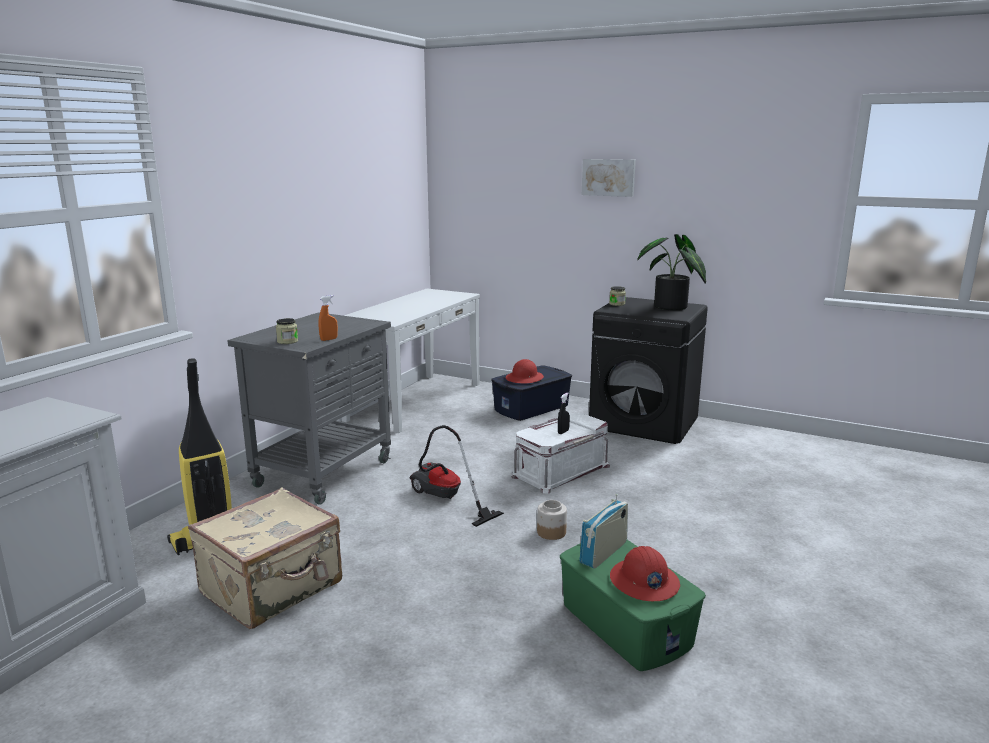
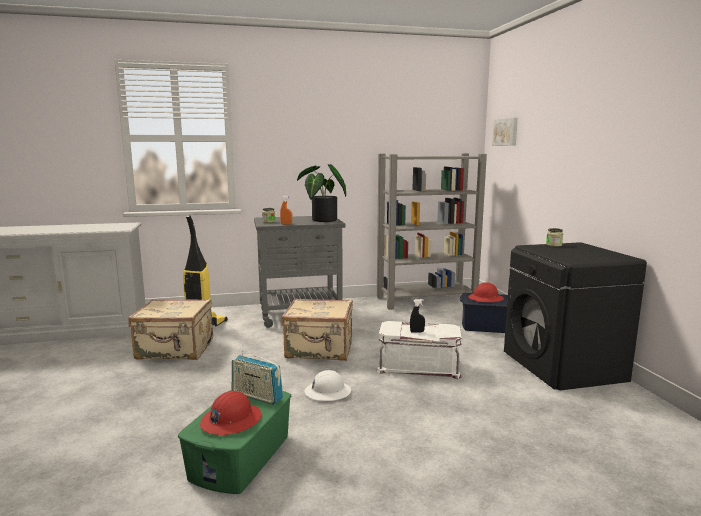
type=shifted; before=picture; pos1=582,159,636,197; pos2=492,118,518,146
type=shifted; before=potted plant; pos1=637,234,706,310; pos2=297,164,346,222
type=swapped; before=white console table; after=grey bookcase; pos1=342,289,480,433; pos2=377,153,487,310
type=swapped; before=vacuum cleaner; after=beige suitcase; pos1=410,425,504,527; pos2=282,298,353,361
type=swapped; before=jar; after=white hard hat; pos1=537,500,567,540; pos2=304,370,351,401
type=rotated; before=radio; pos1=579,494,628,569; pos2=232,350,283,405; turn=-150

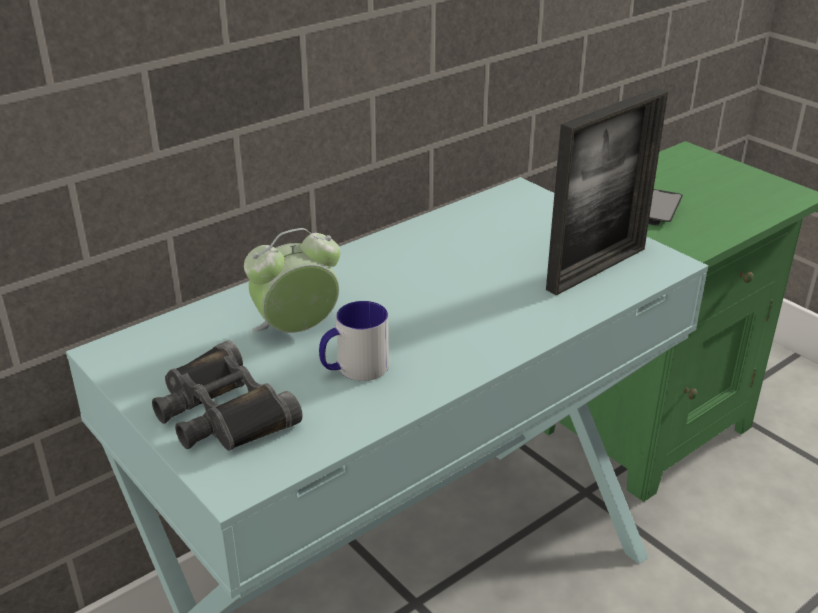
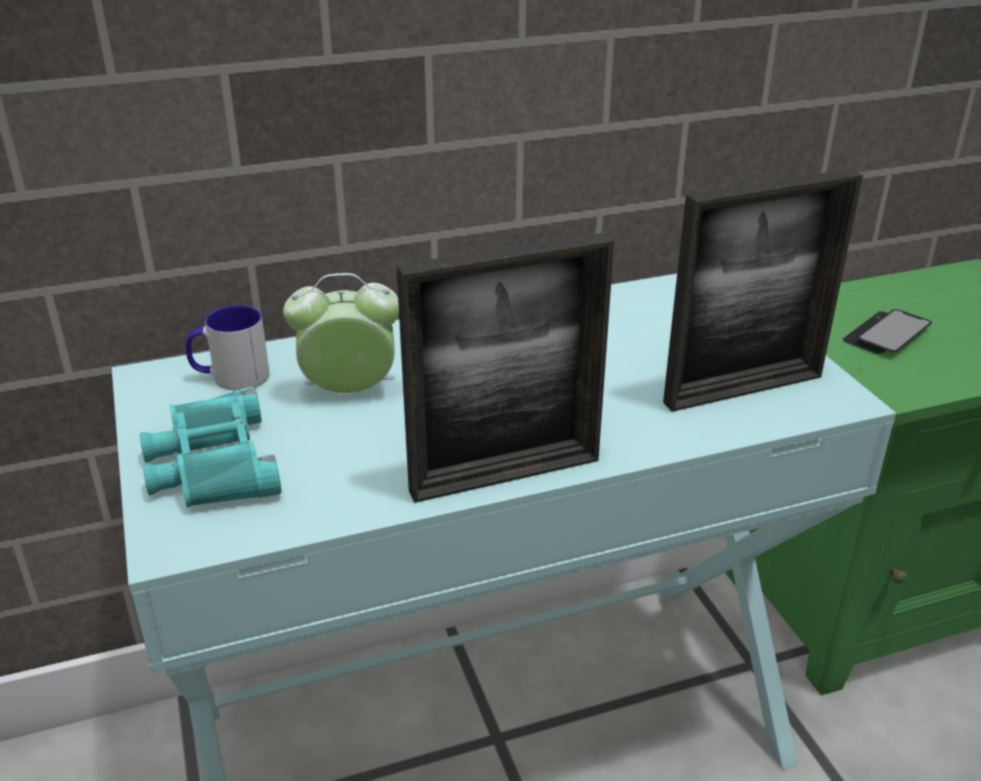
type=new; after=picture frame; pos2=396,232,614,503
type=shifted; before=mug; pos1=319,301,389,381; pos2=186,305,270,390
type=repainted; before=black binoculars; after=turquoise binoculars; pos1=152,341,303,451; pos2=140,387,282,507

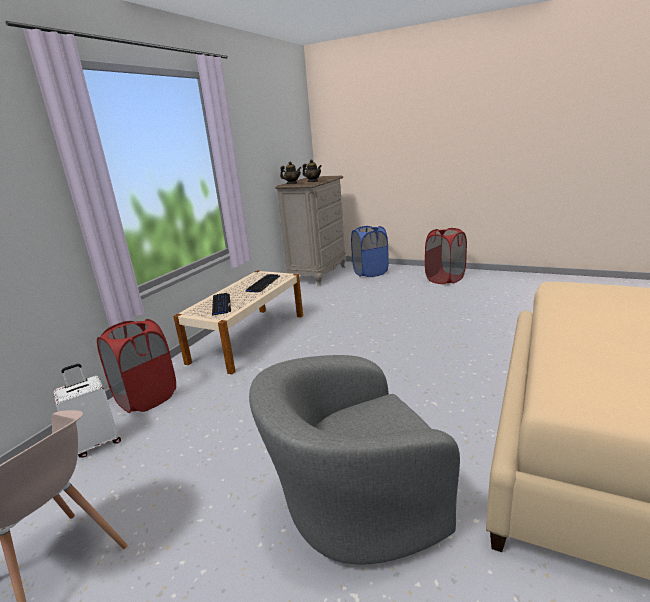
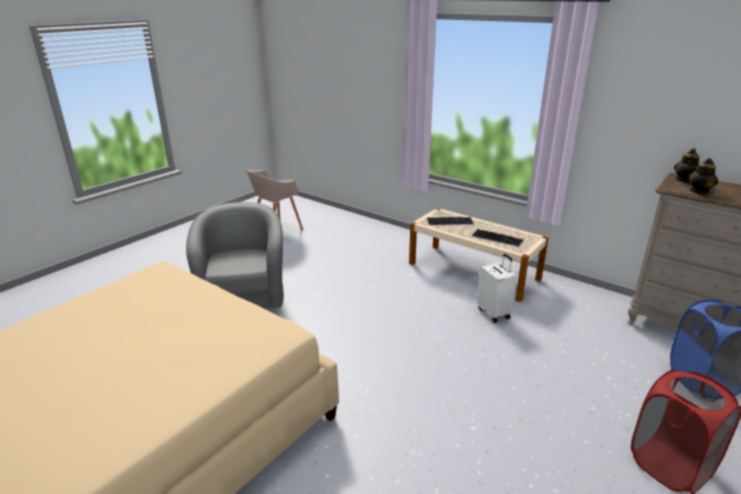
type=gone; before=red laundry basket; pos1=97,319,176,413
type=shifted; before=white suitcase; pos1=53,364,121,458; pos2=477,254,517,323

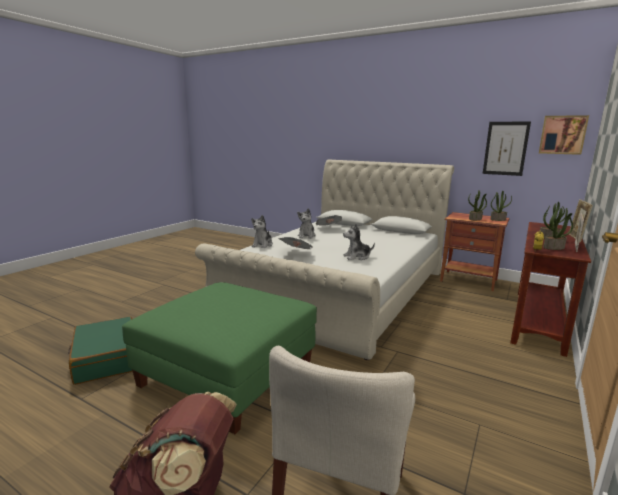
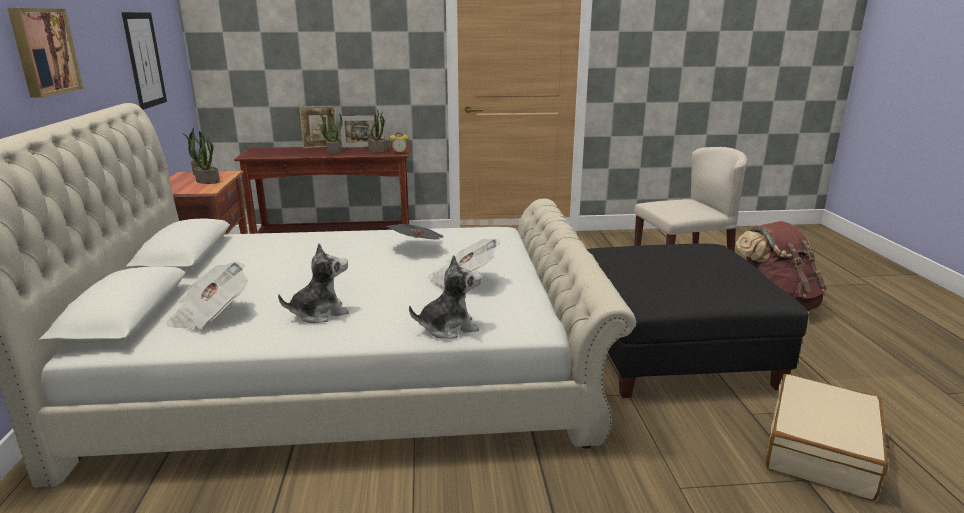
type=shifted; before=picture; pos1=539,115,589,155; pos2=8,8,83,98
type=swapped; before=plush toy; after=newspaper; pos1=343,224,375,260; pos2=385,224,443,240
type=repainted; before=green suitcase; after=beige suitcase; pos1=68,317,133,385; pos2=766,374,890,501
type=repainted; before=green ottoman; after=black ottoman; pos1=122,282,317,434; pos2=587,243,809,398

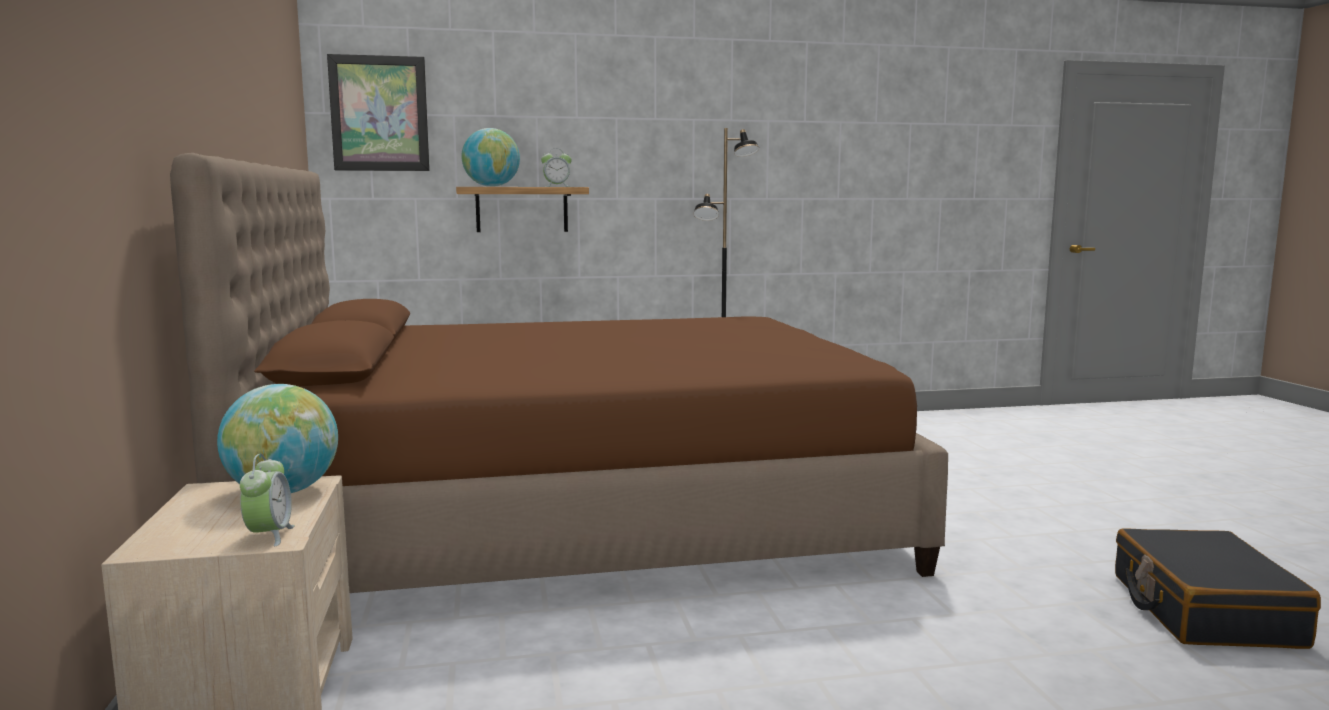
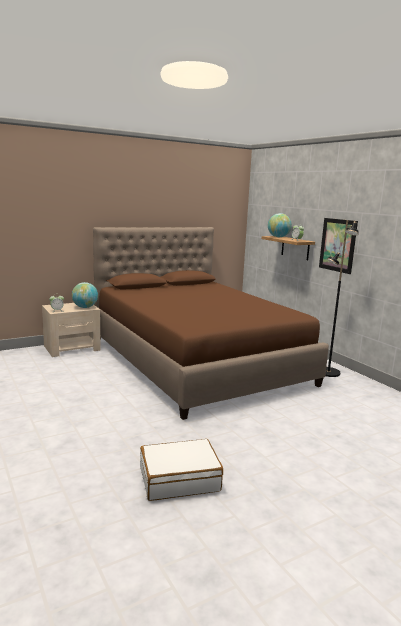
type=shifted; before=picture; pos1=327,54,430,171; pos2=319,218,358,274
type=repainted; before=black suitcase; after=white suitcase; pos1=1115,528,1321,649; pos2=140,439,223,501

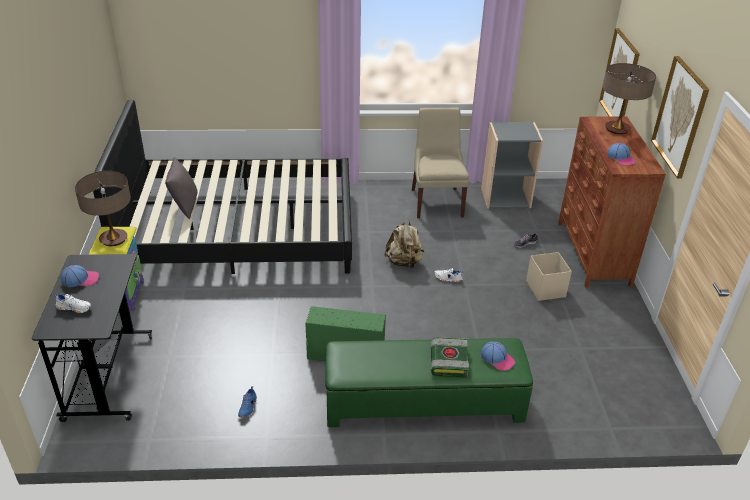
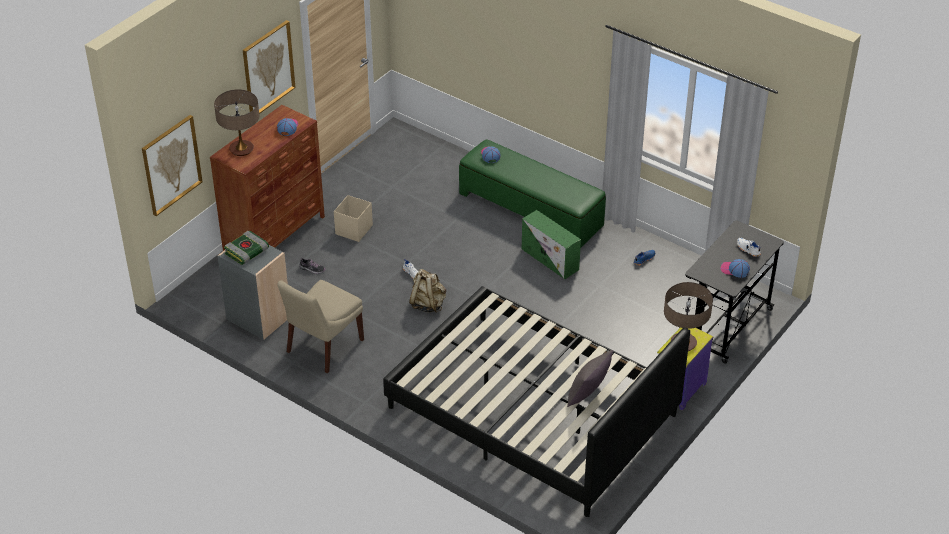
type=shifted; before=book; pos1=431,337,469,378; pos2=224,231,269,265

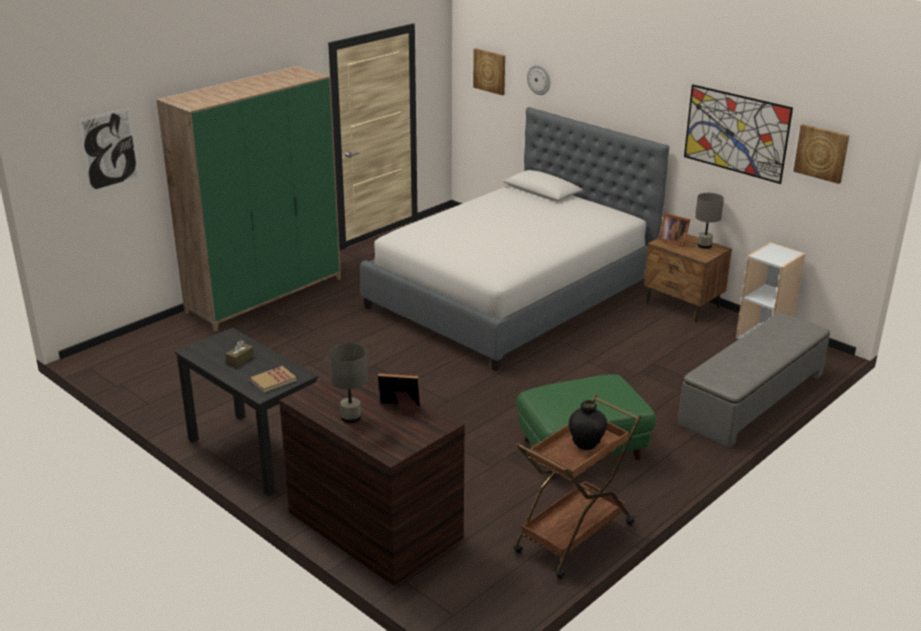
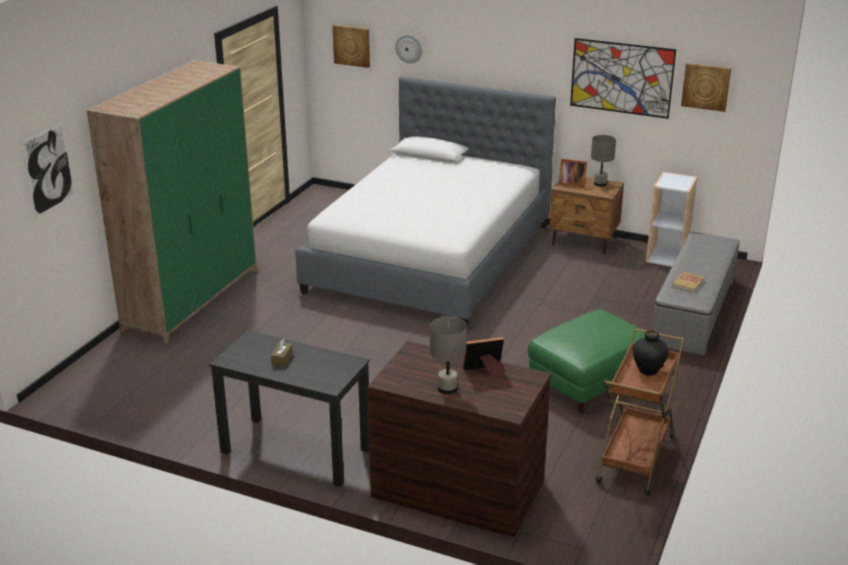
type=shifted; before=book; pos1=250,366,297,393; pos2=672,272,704,292

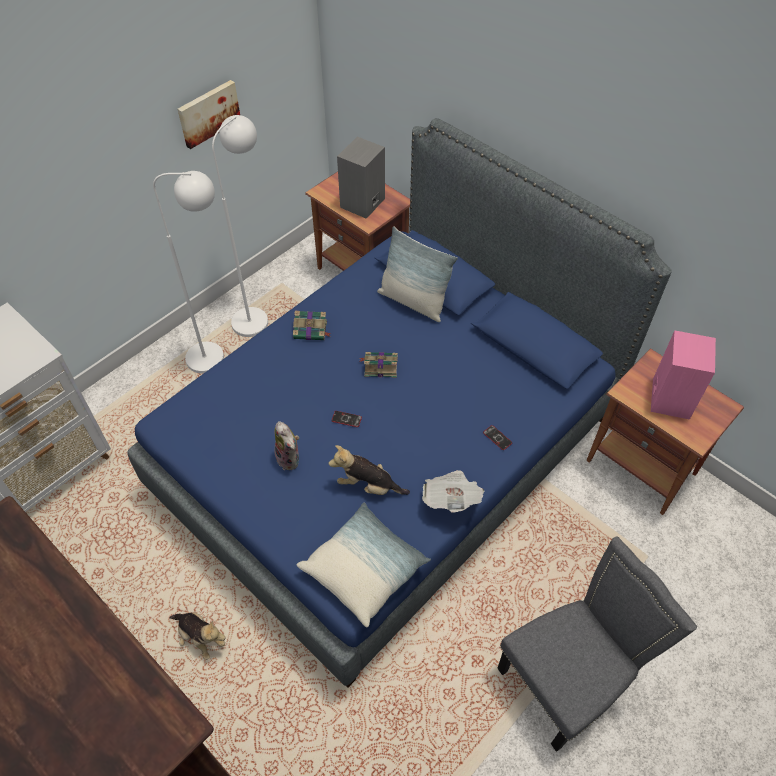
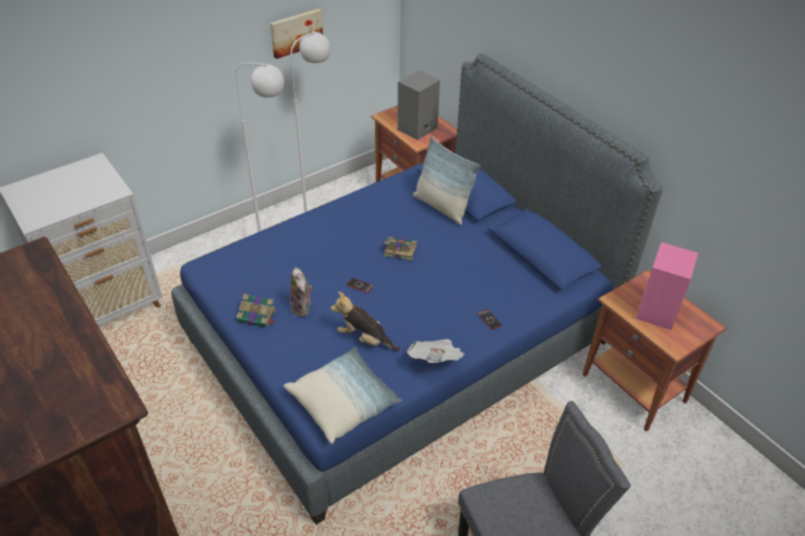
type=gone; before=plush toy; pos1=169,613,226,660
type=shifted; before=book; pos1=293,311,331,340; pos2=237,294,276,327

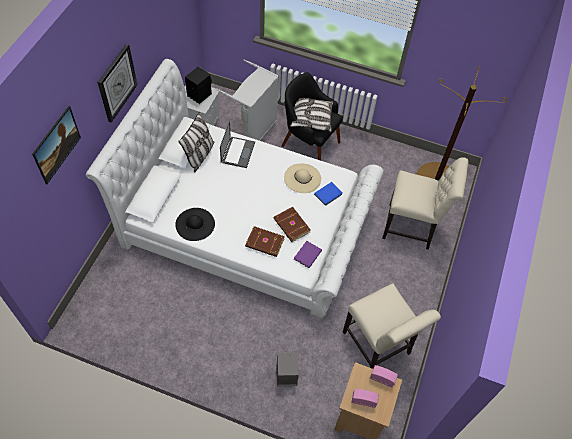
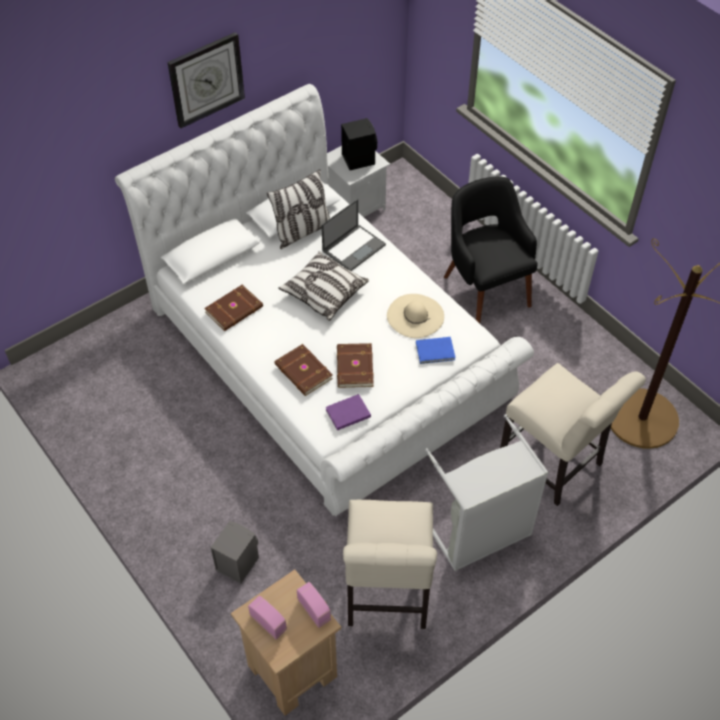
type=gone; before=picture; pos1=32,106,81,184
type=shifted; before=grey laundry basket; pos1=216,59,279,141; pos2=425,414,549,571
type=shifted; before=pillow; pos1=290,98,333,132; pos2=278,251,369,321
type=swapped; before=black hat; after=brown book; pos1=175,208,215,241; pos2=204,285,263,331

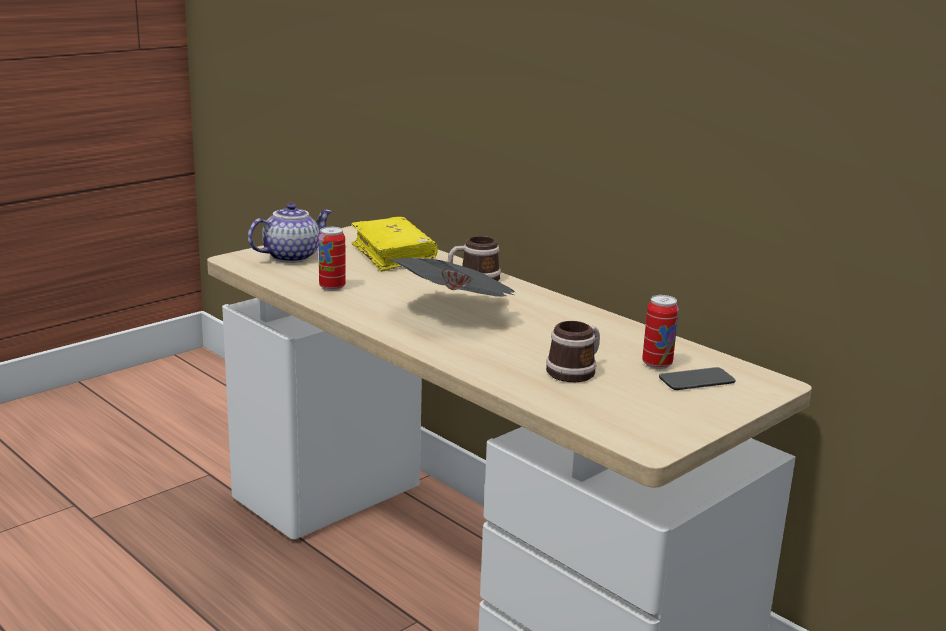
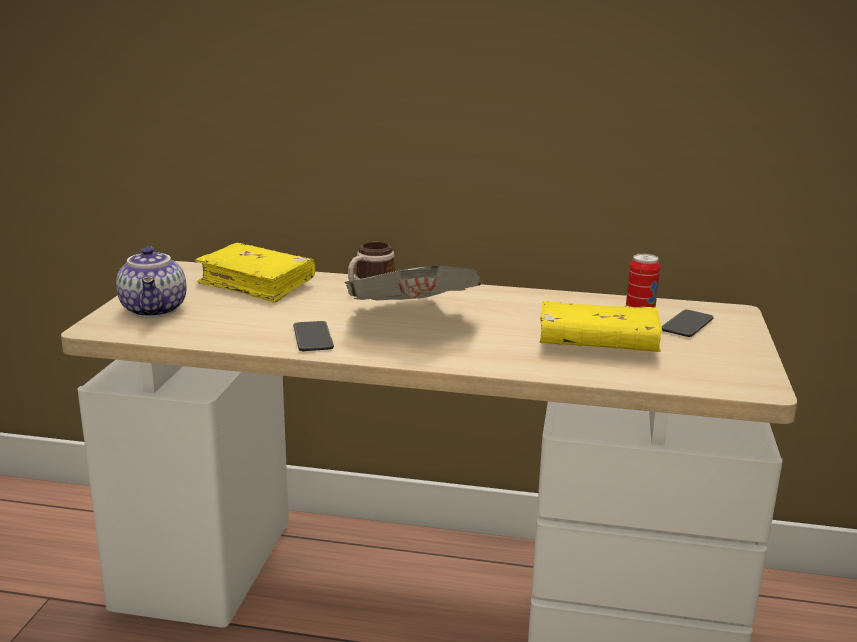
type=gone; before=can; pos1=318,227,346,291
type=new; after=phone; pos2=293,321,334,351
type=swapped; before=mug; after=yellow book; pos1=546,321,600,382; pos2=540,301,662,352
type=rotated; before=teapot; pos1=248,203,332,263; pos2=116,247,186,318; turn=150

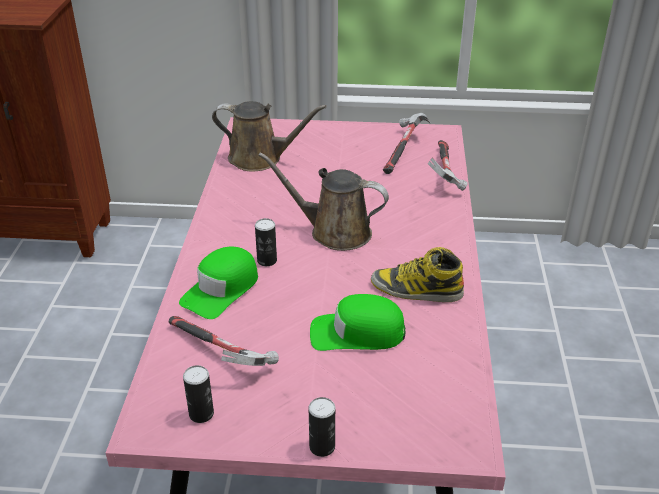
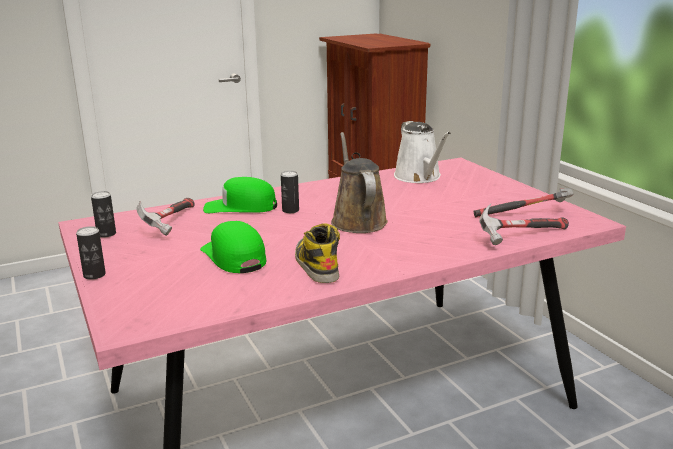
type=repainted; before=brown watering can; after=white watering can; pos1=212,101,326,171; pos2=394,121,451,183

